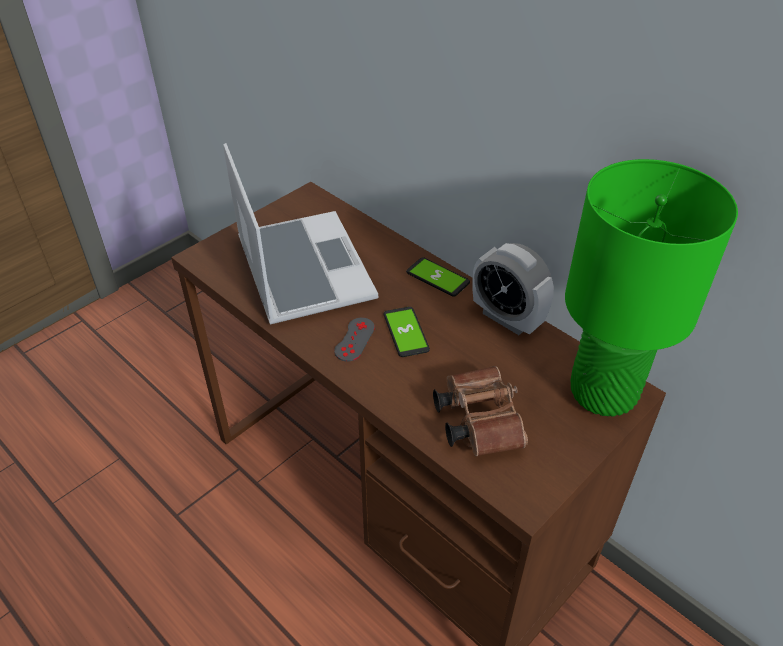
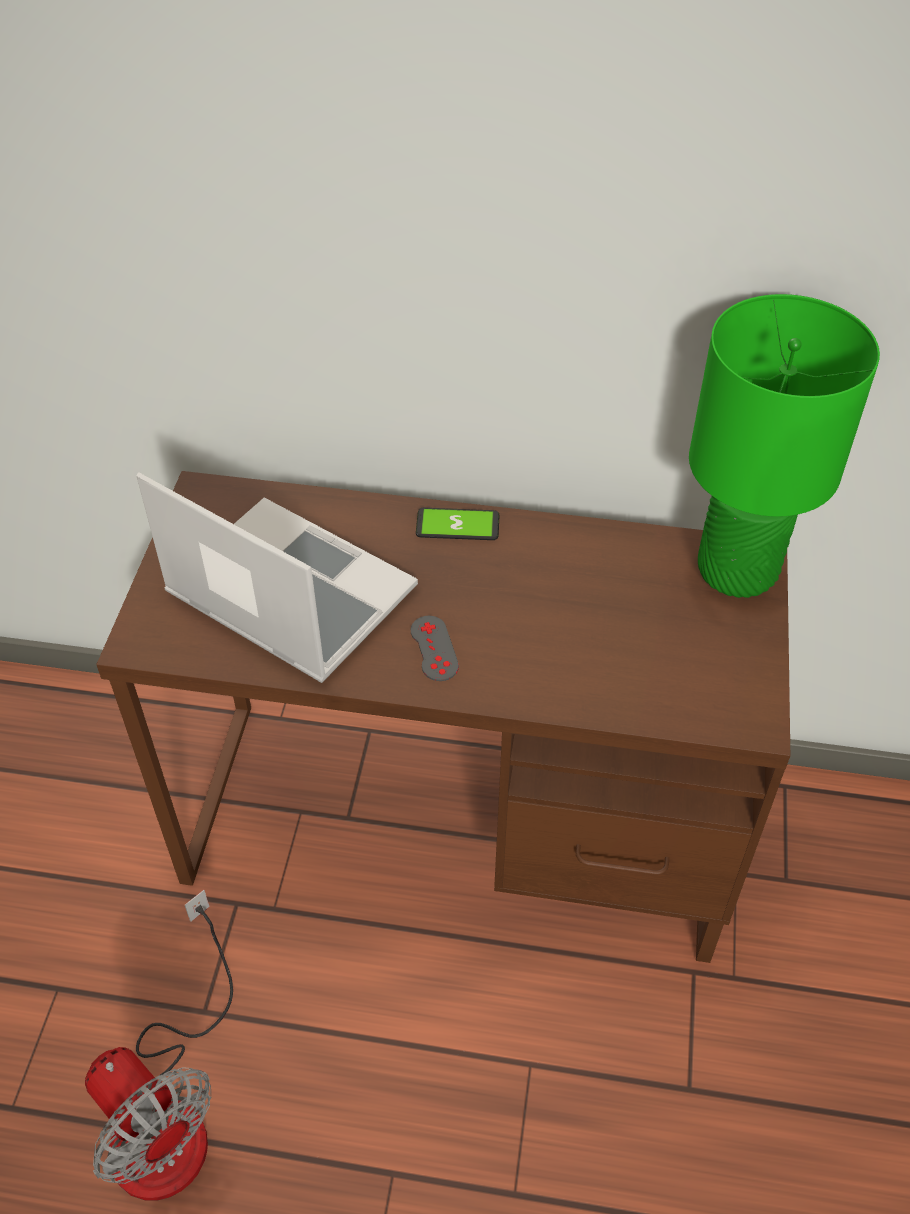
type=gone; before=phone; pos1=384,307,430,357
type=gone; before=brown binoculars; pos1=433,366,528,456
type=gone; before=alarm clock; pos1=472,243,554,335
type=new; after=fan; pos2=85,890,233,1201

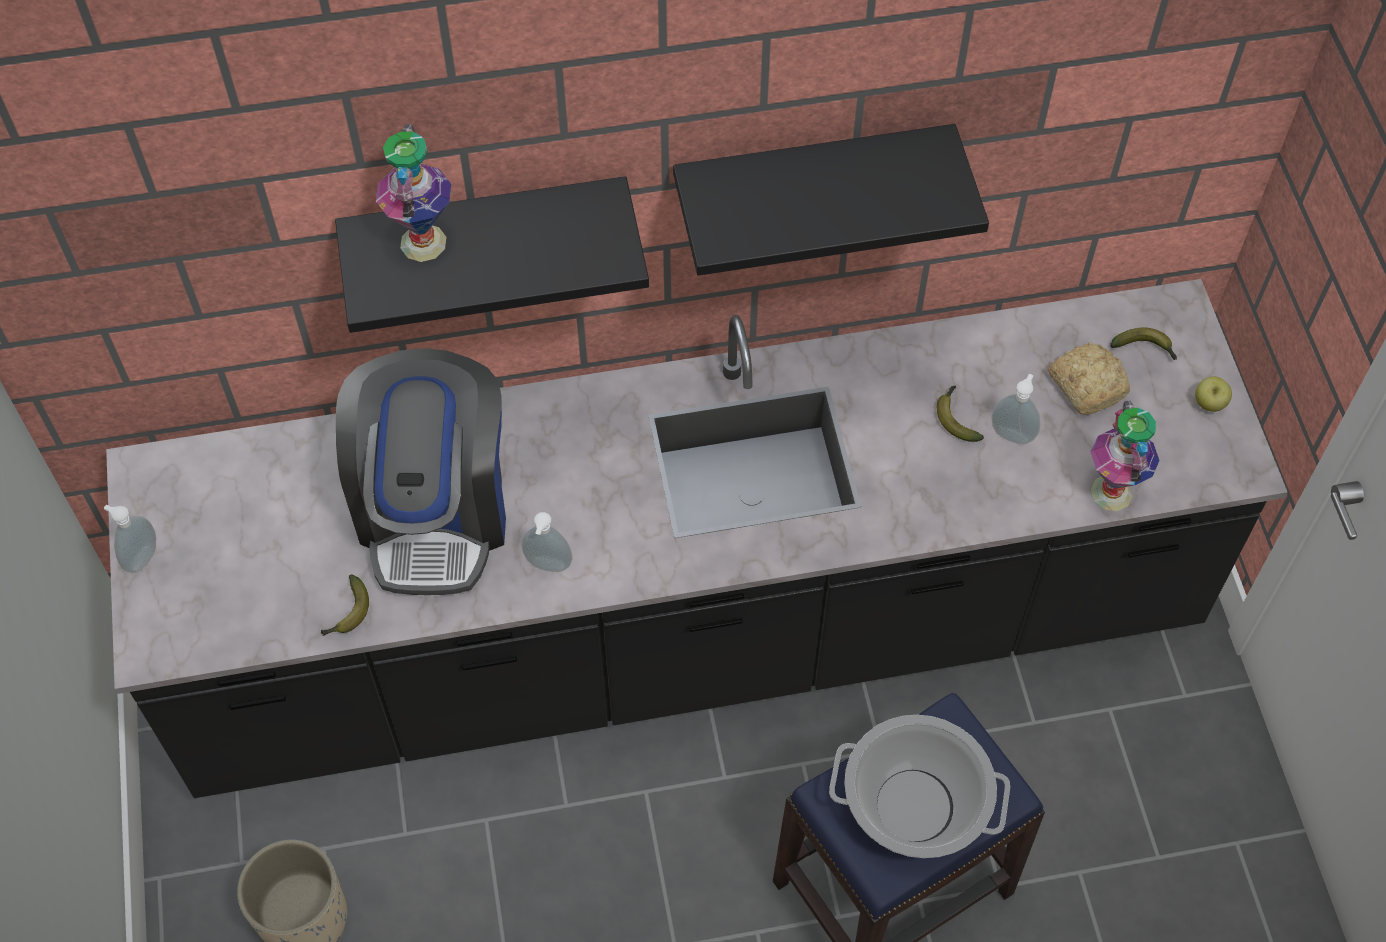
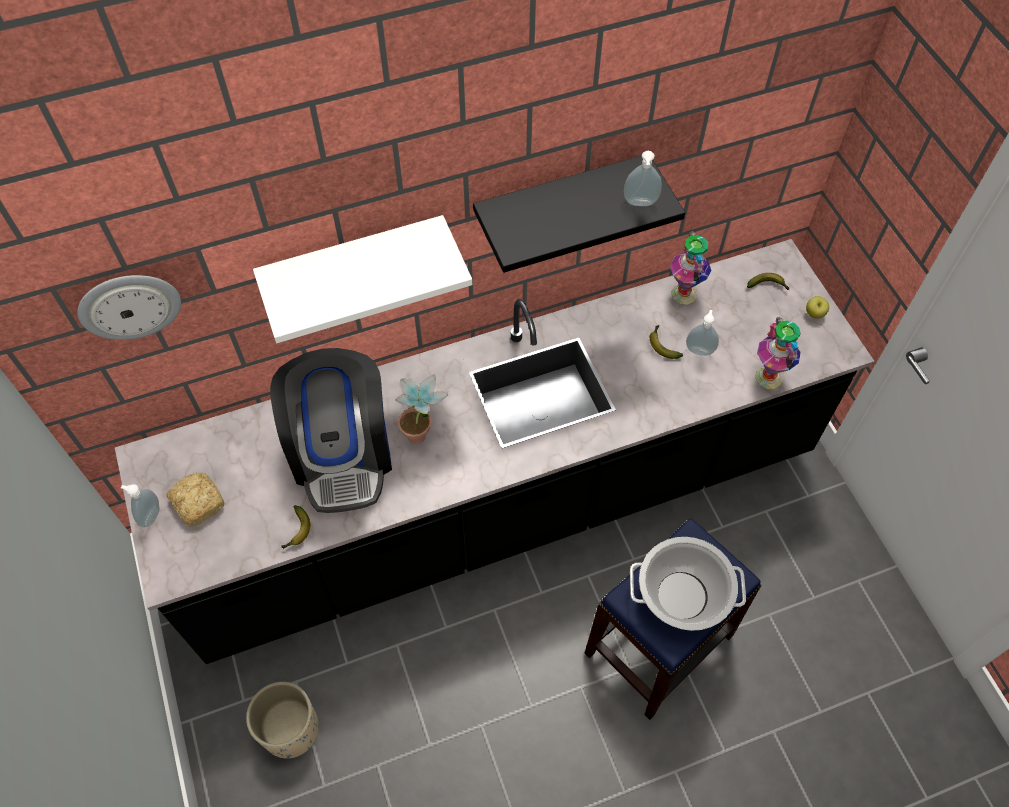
type=new; after=wall clock; pos2=77,275,181,340
type=new; after=potted plant; pos2=395,374,449,444
type=shifted; before=vase; pos1=376,125,451,262; pos2=670,231,711,305
type=shifted; before=soap dispenser; pos1=522,512,572,572; pos2=624,151,662,206
type=shifted; before=bread; pos1=1048,342,1130,415; pos2=166,472,225,527
type=repainted; before=black shelf; after=white shelf; pos1=335,176,649,333; pos2=253,215,472,343

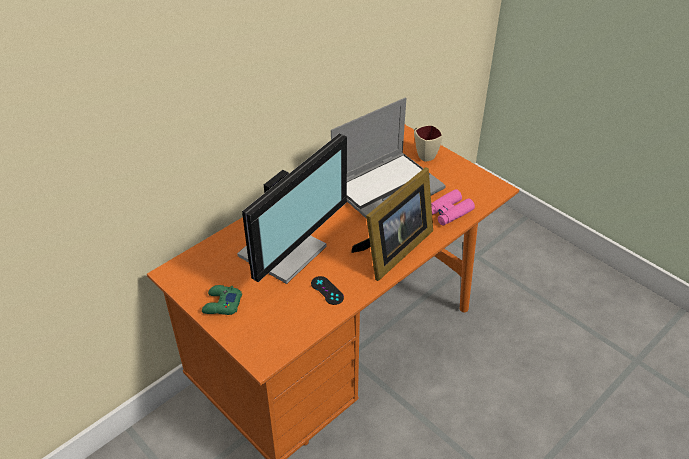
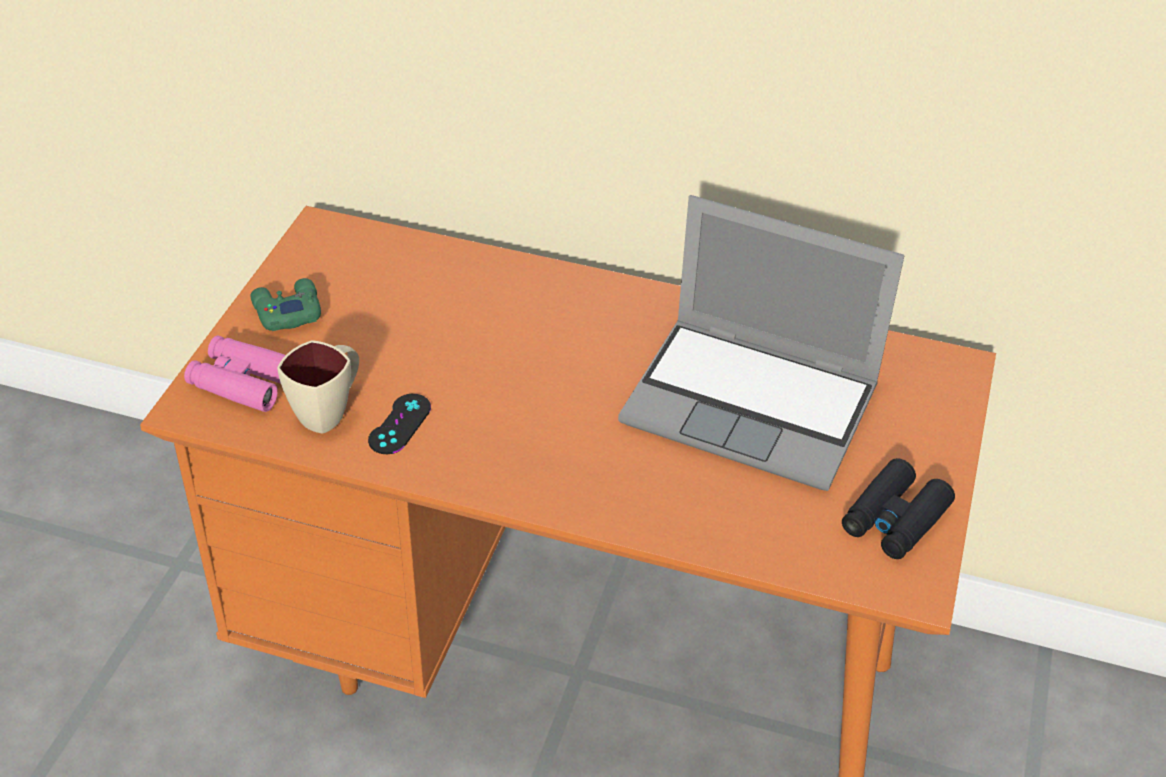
type=gone; before=monitor; pos1=237,133,347,284
type=gone; before=picture frame; pos1=351,167,433,281
type=new; after=black binoculars; pos2=842,458,955,559
type=shifted; before=beige mug; pos1=414,125,443,162; pos2=277,340,359,434
type=shifted; before=pink binoculars; pos1=431,189,475,225; pos2=184,335,286,412

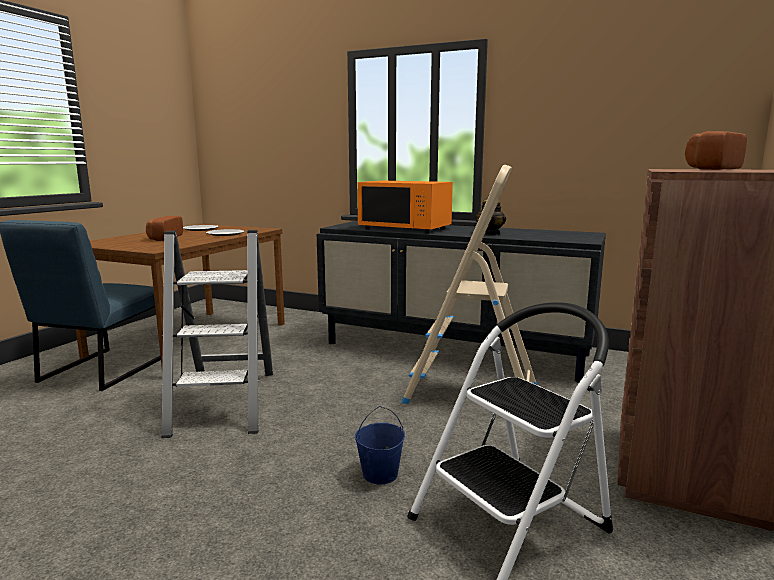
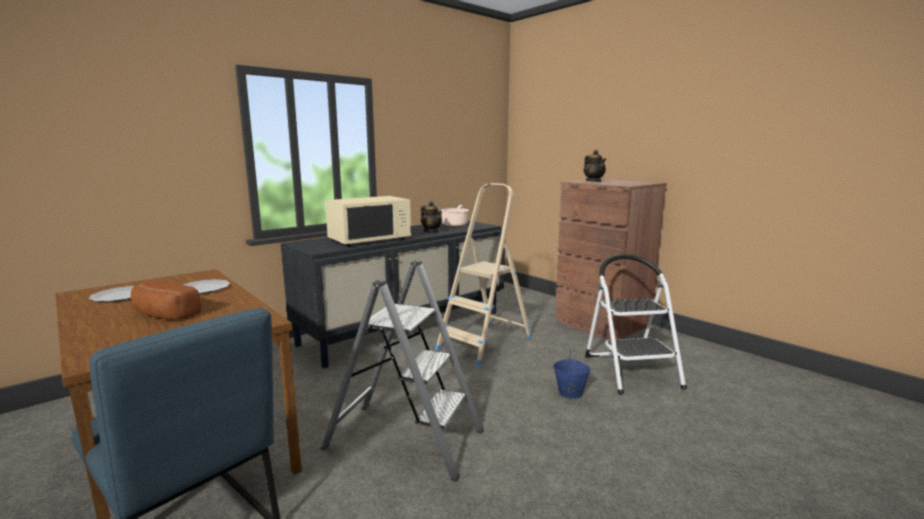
type=new; after=cooking pot; pos2=441,205,469,226
type=swapped; before=bread; after=teapot; pos1=685,131,747,170; pos2=584,150,606,182
type=repainted; before=orange microwave; after=beige microwave; pos1=357,181,453,234; pos2=325,196,411,247

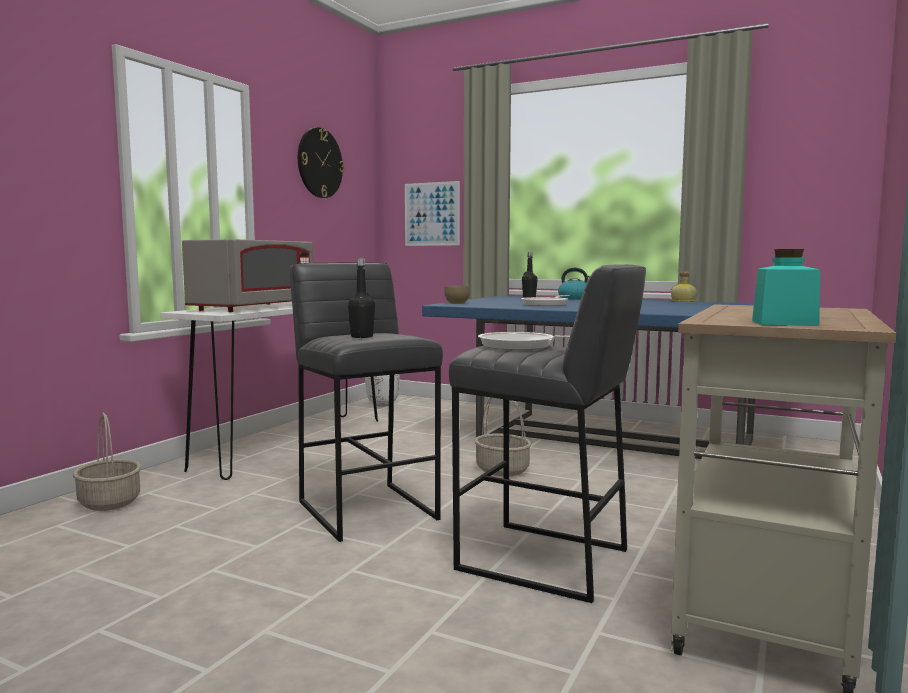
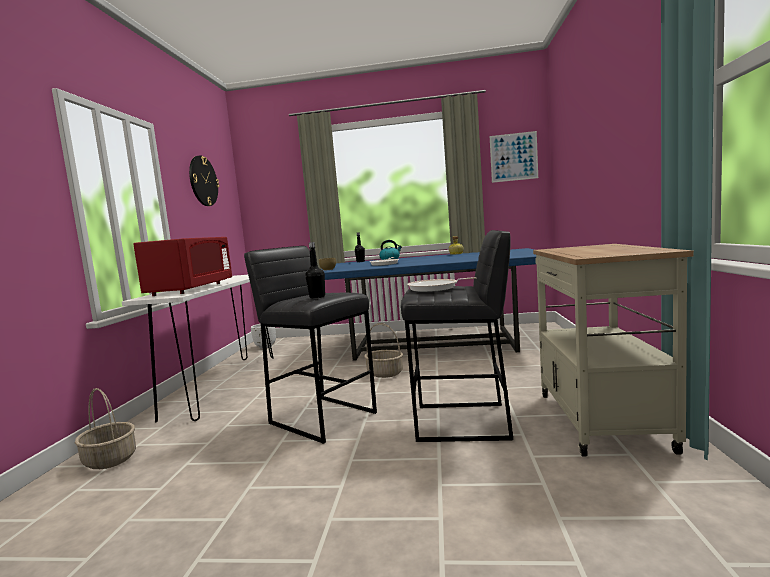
type=gone; before=turquoise jar; pos1=752,249,820,326
type=shifted; before=picture; pos1=405,181,460,246; pos2=490,131,538,183
type=repainted; before=grey microwave; after=red microwave; pos1=182,239,313,312; pos2=133,237,232,296

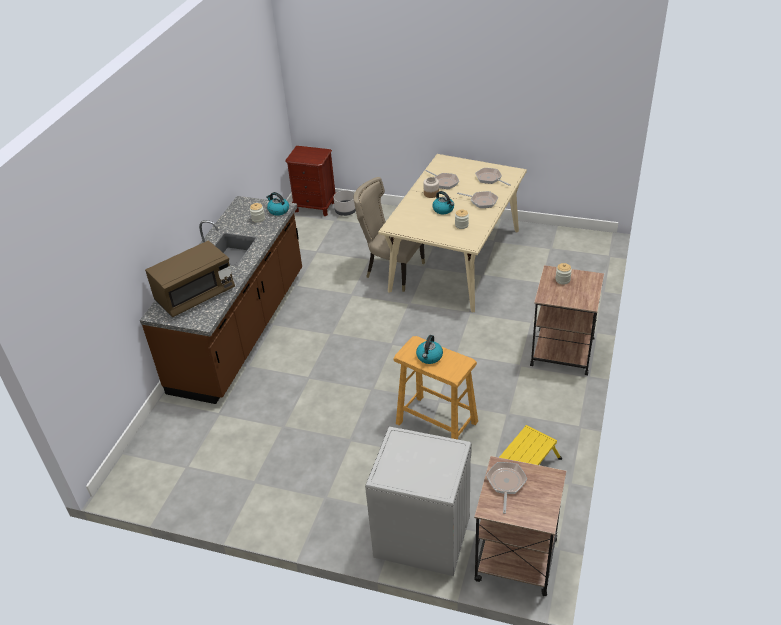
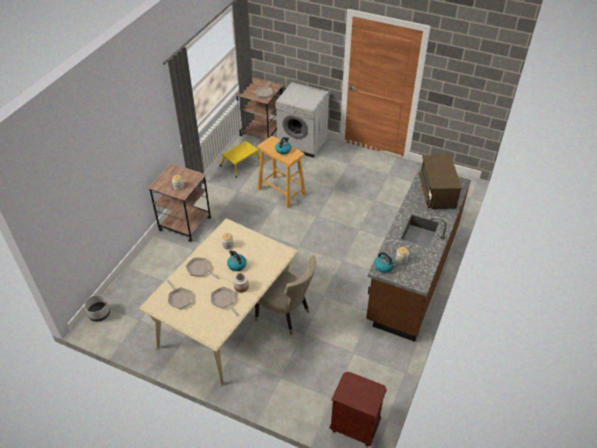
type=shifted; before=grey planter; pos1=334,190,356,216; pos2=84,295,110,322
type=rotated; before=brown microwave; pos1=145,241,235,317; pos2=419,154,461,209; turn=-60

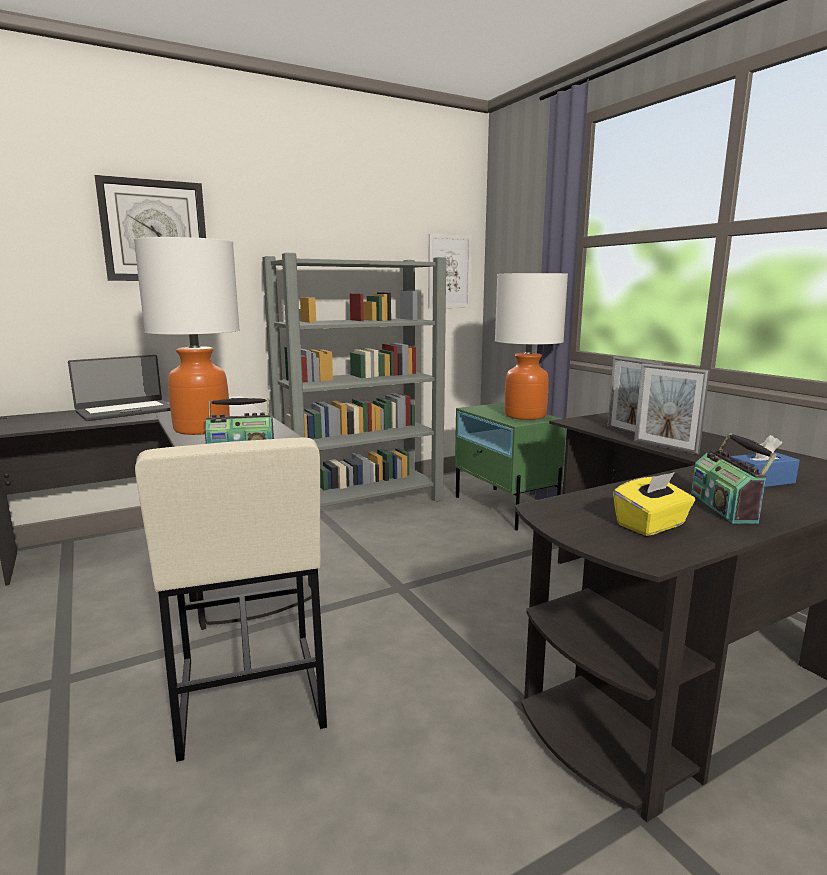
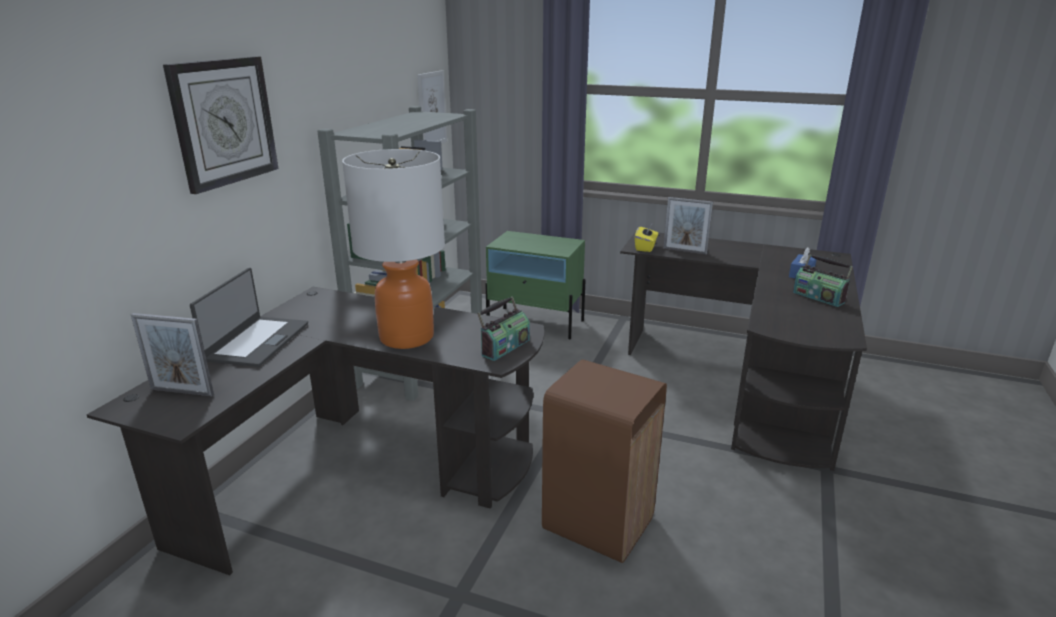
type=gone; before=table lamp; pos1=495,273,568,420
type=shifted; before=yellow tissue box; pos1=613,472,695,536; pos2=635,224,658,252
type=shifted; before=picture frame; pos1=634,363,710,455; pos2=131,313,214,396
type=swapped; before=beige chair; after=brown trash can; pos1=135,438,327,762; pos2=542,359,667,563

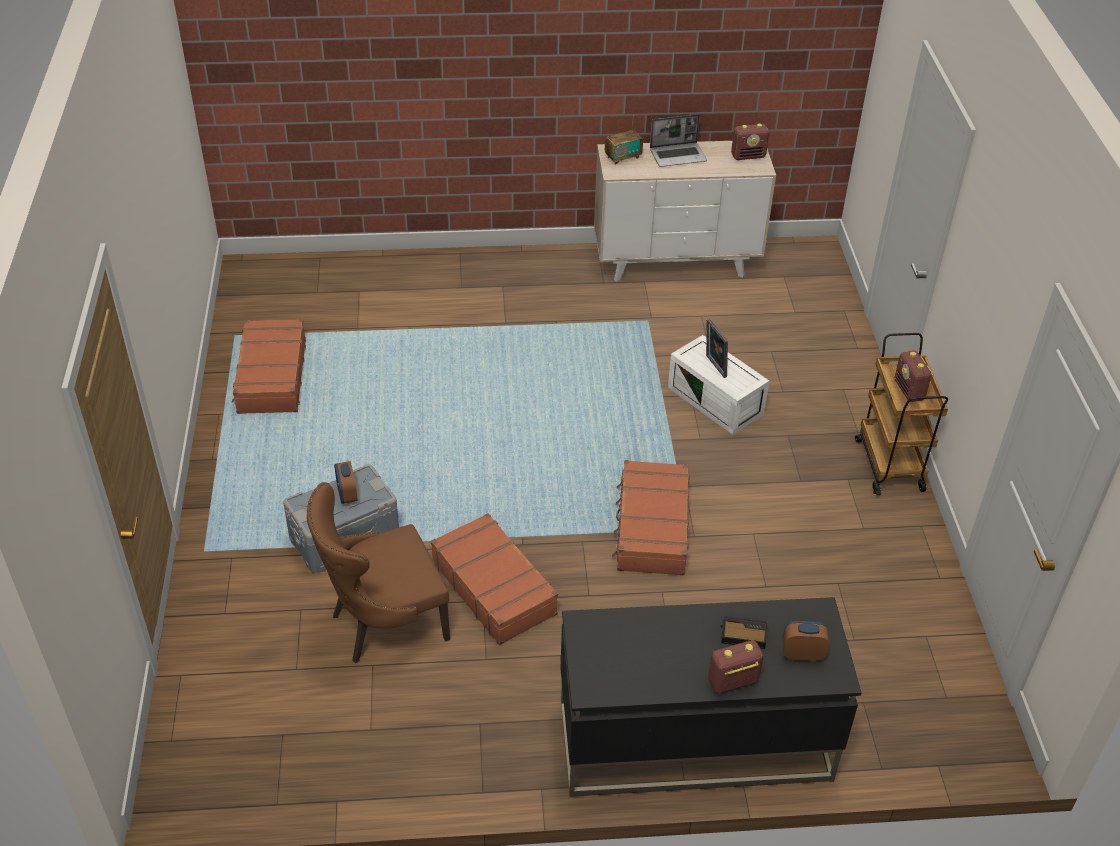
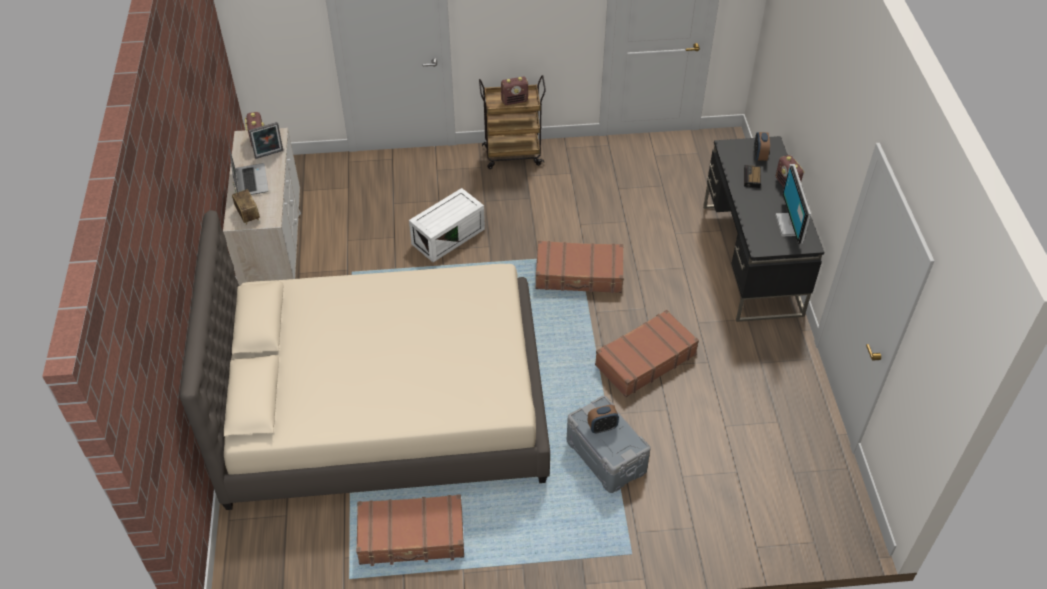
type=gone; before=brown chair; pos1=307,482,450,663
type=new; after=beige bed; pos2=179,210,550,510
type=new; after=monitor; pos2=775,164,811,244
type=shifted; before=picture frame; pos1=706,319,728,378; pos2=249,122,283,159

